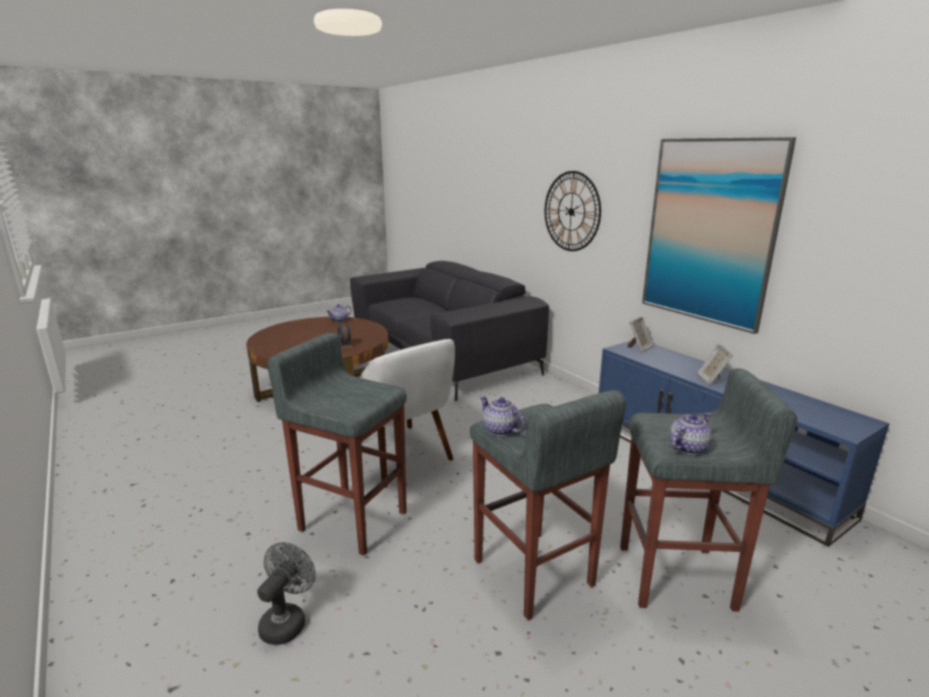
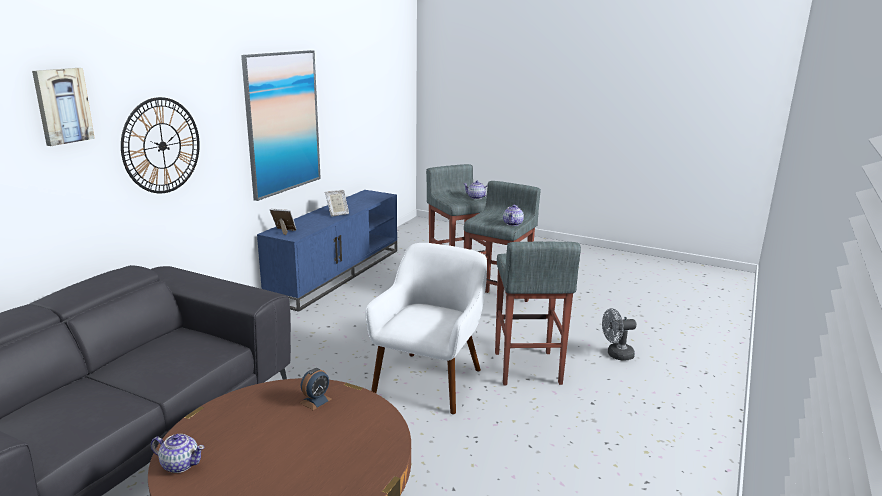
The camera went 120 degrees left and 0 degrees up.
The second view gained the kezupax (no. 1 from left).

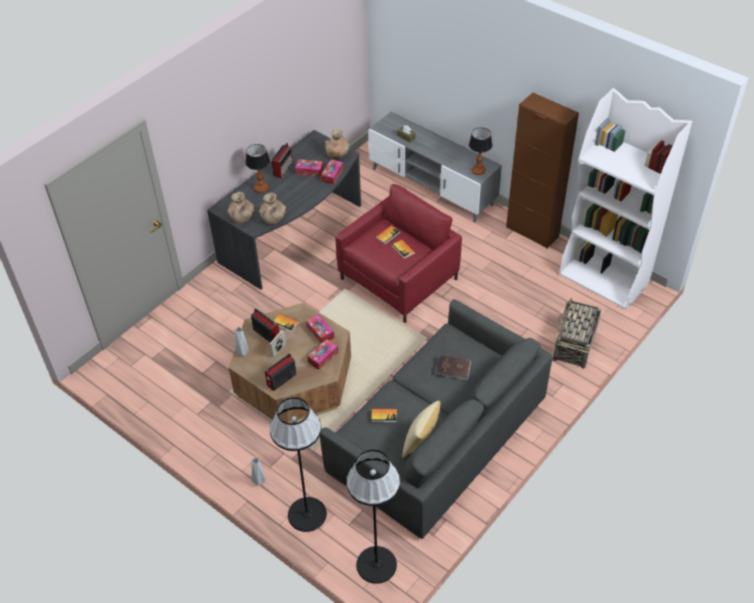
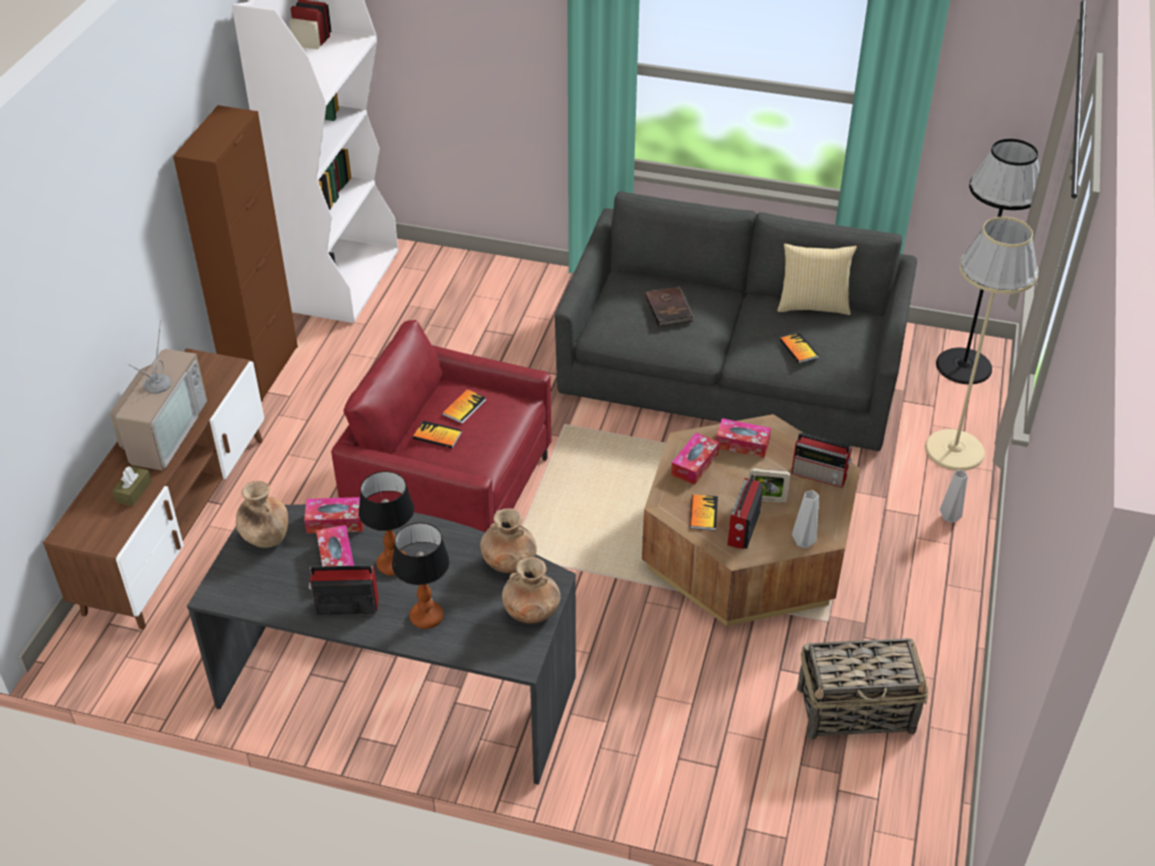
The camera went 115 degrees left and 5 degrees down.
What was the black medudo (no. 1 from left) turned into the beige medudo.
What was the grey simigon turned into the brown simigon.
The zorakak (no. 2 from left in the first image) ended up elsewhere.
The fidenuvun ended up elsewhere.
The second view gained the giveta.

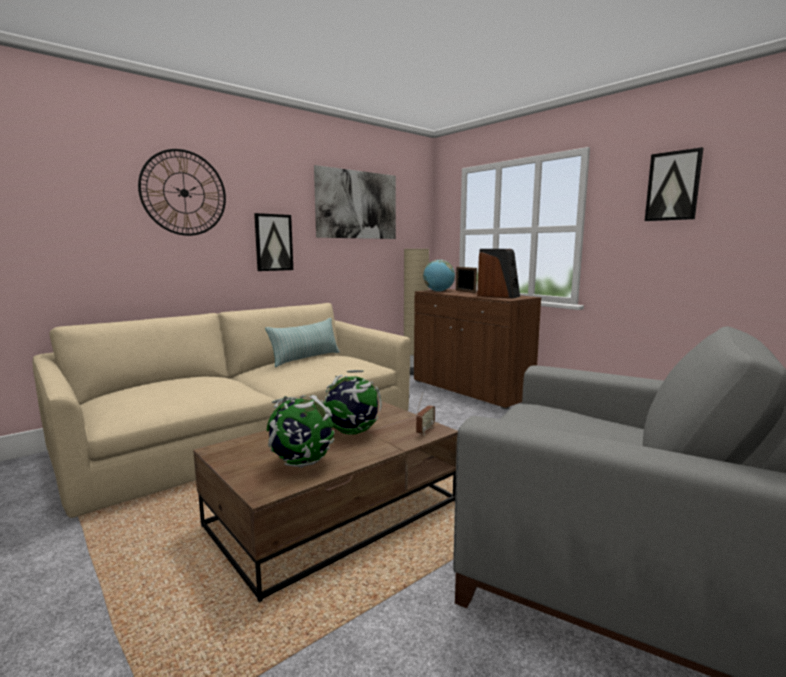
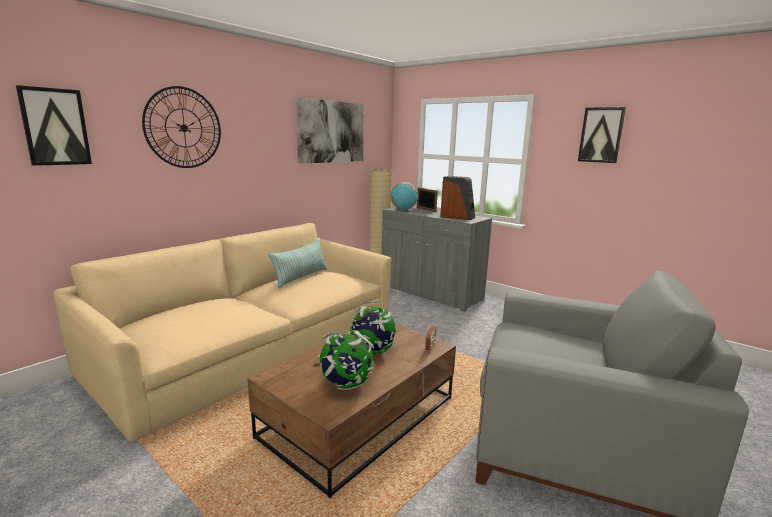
The camera went 10 degrees left and 5 degrees up.
The kezupax (no. 1 from left) ended up elsewhere.
What was the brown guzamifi turned into the grey guzamifi.

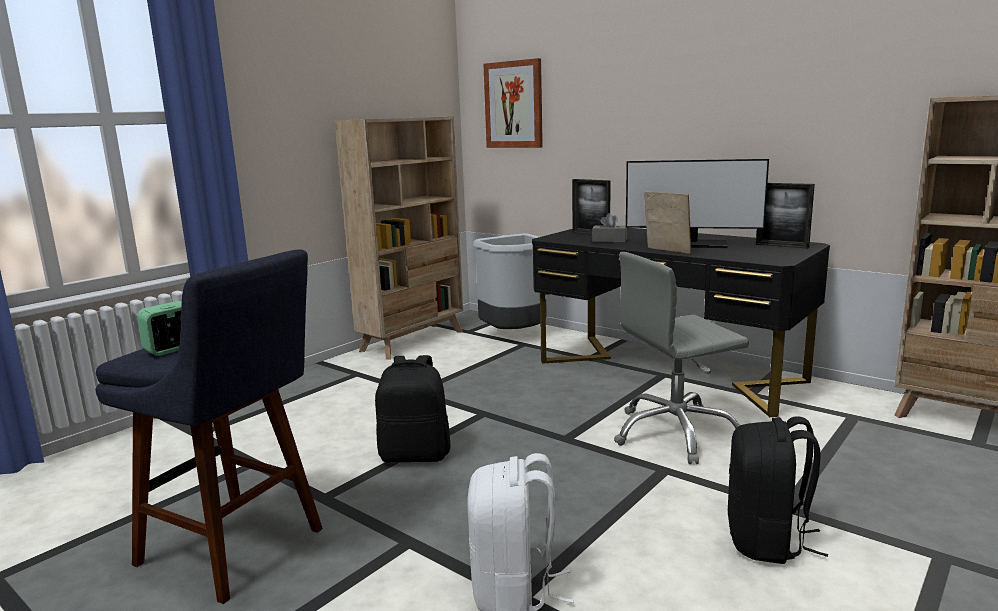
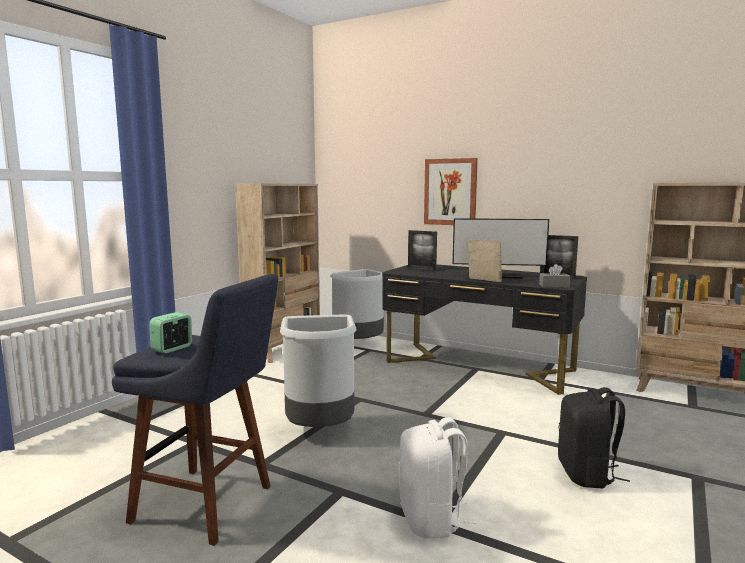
The camera went 10 degrees left and 5 degrees down.
Where the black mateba (no. 1 from left) stood, the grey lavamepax (no. 1 from left) came to stand.
The kezupax ended up elsewhere.
The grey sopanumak ended up elsewhere.
The second view lost the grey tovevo.

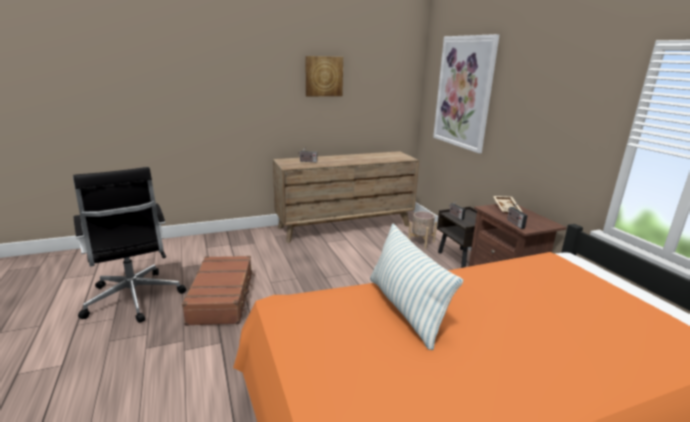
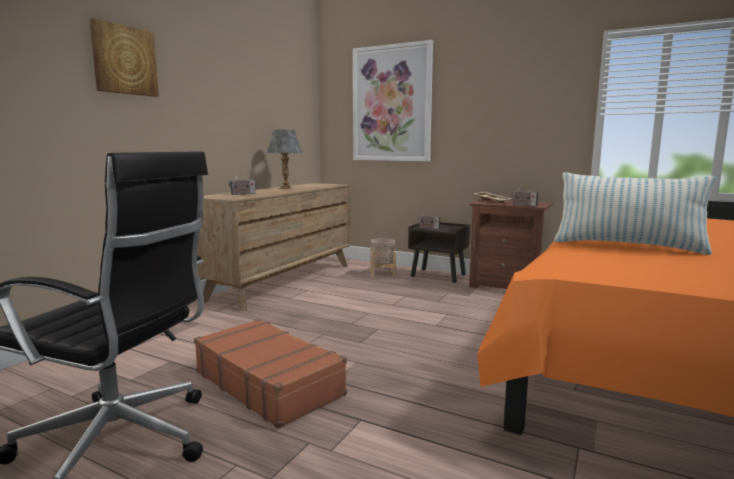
The camera went 40 degrees left and 10 degrees down.
The kezupax (no. 1 from left) ended up elsewhere.
The second view gained the grey zorakak.

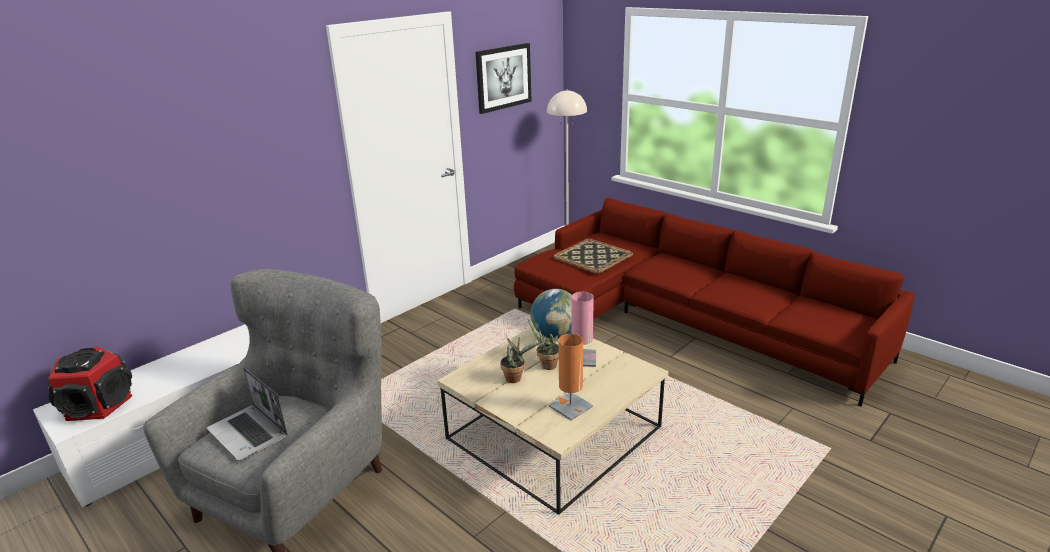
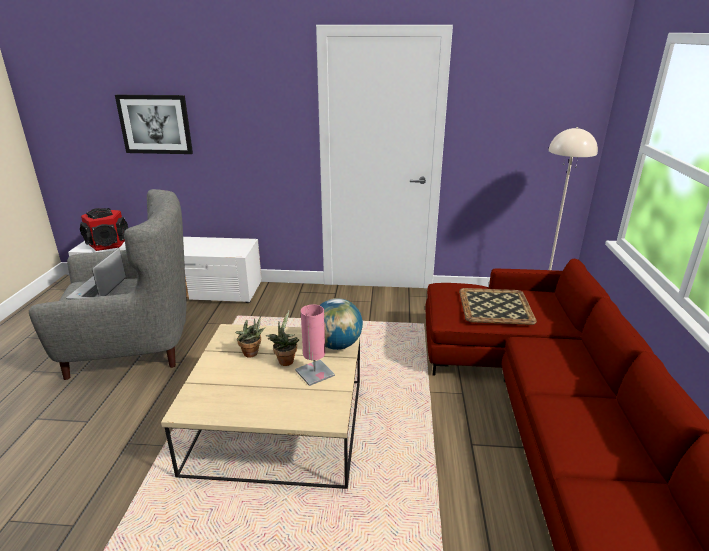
The camera went 50 degrees right and 0 degrees up.
The kezupax ended up elsewhere.
The second view lost the orange zorakak.

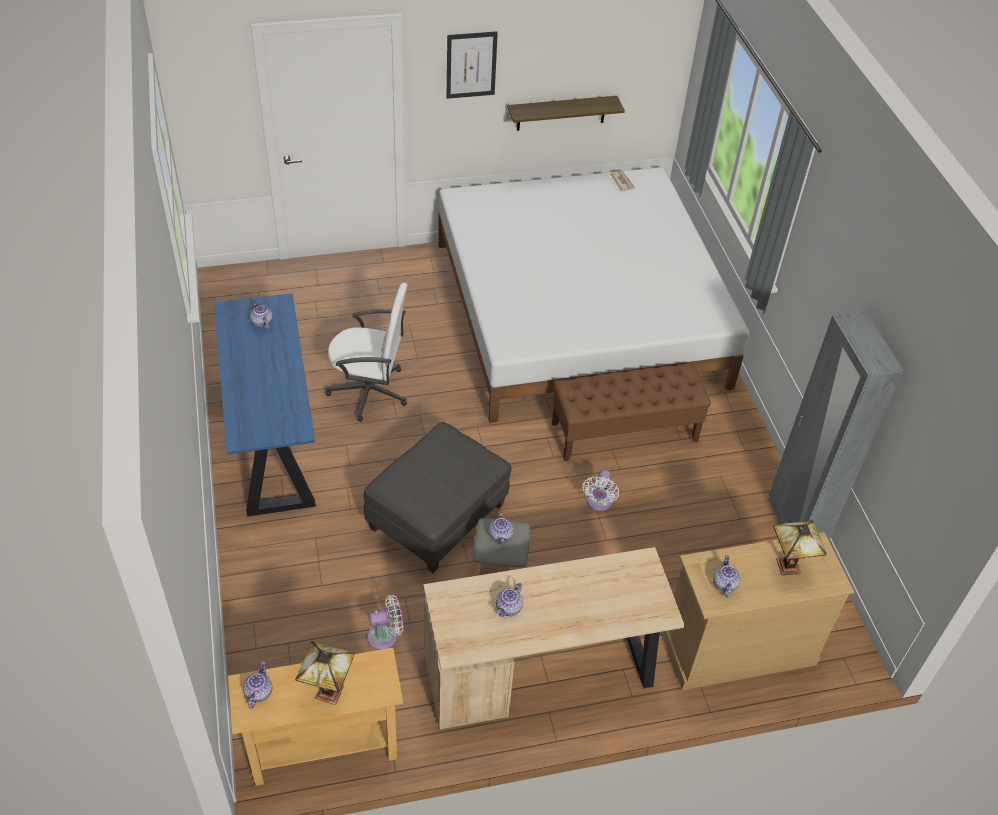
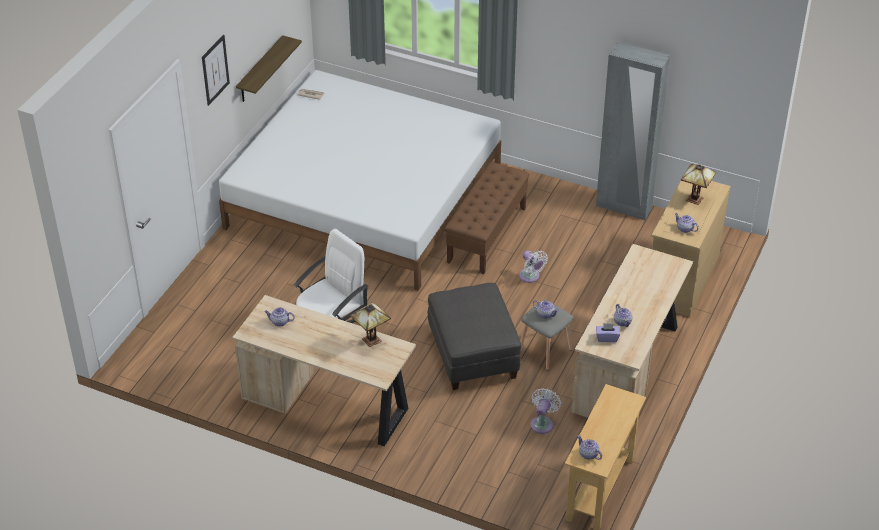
The camera went 50 degrees left and 5 degrees down.
What was the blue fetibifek turned into the beige fetibifek (no. 1 from left).
The zorakak (no. 1 from left) ended up elsewhere.
The second view gained the purple sopanumak.

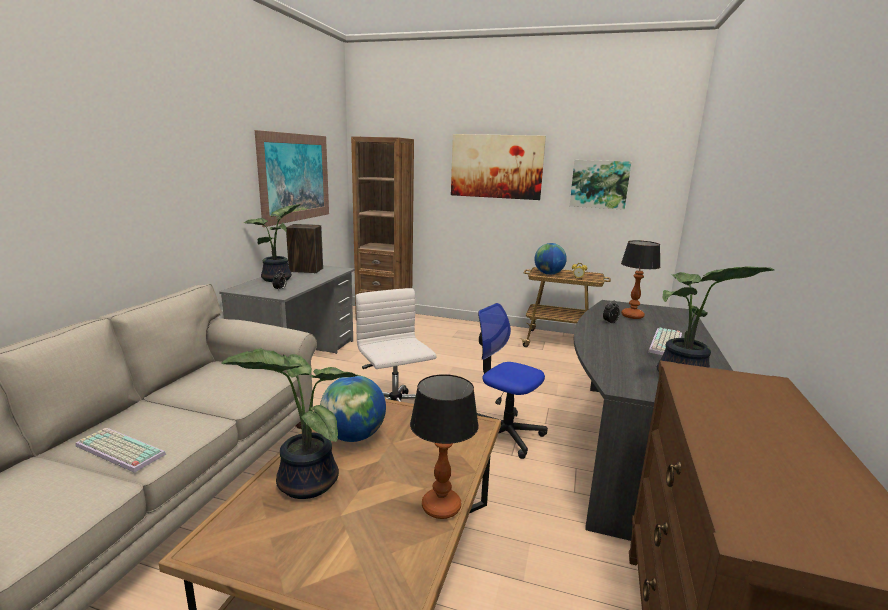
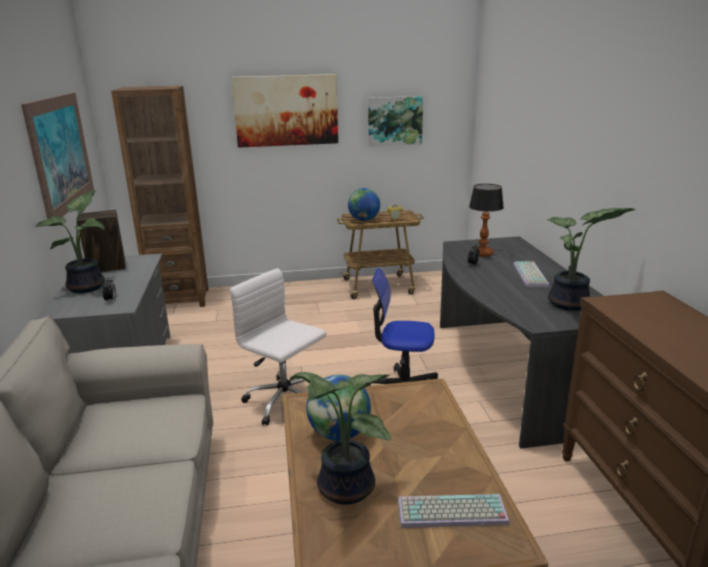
The camera went 25 degrees left and 5 degrees up.
The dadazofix (no. 1 from left) ended up elsewhere.
The second view lost the zorakak (no. 1 from left).

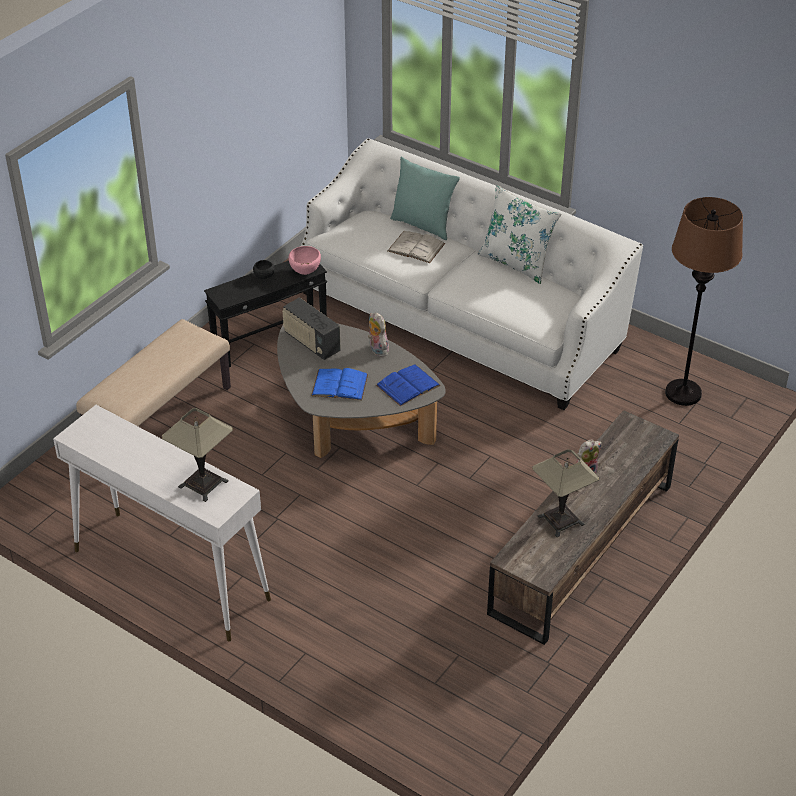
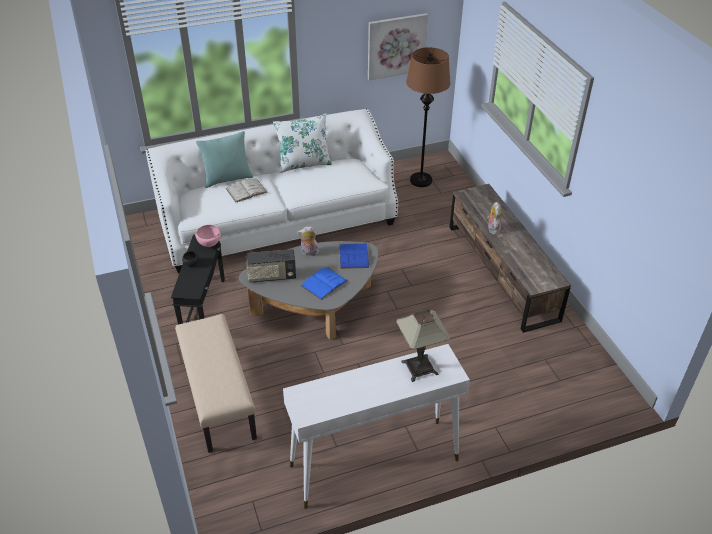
The camera went 55 degrees left and 0 degrees up.
The second view lost the zorakak (no. 2 from left).
The second view gained the kezupax.

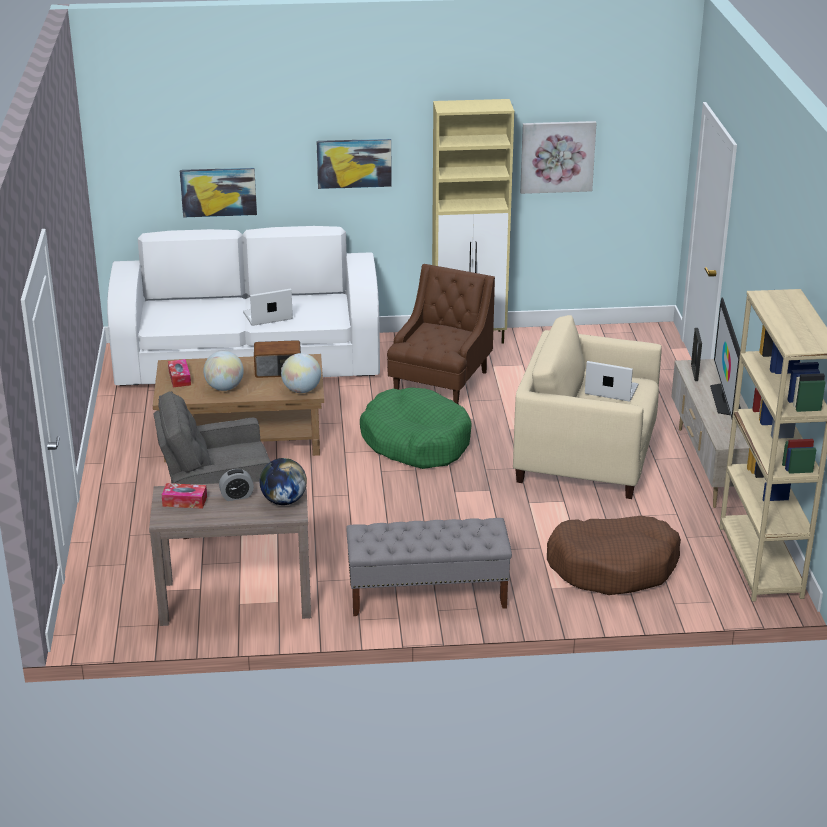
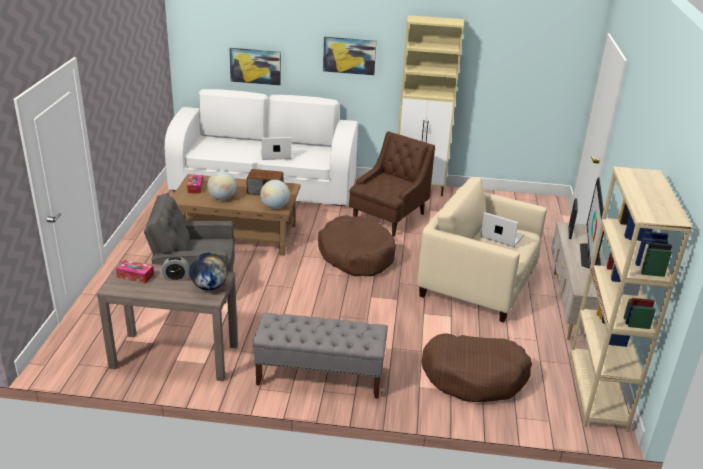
The camera went 10 degrees right and 0 degrees up.
What was the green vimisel turned into the brown vimisel (no. 1 from left).
The second view lost the kezupax (no. 3 from left).

